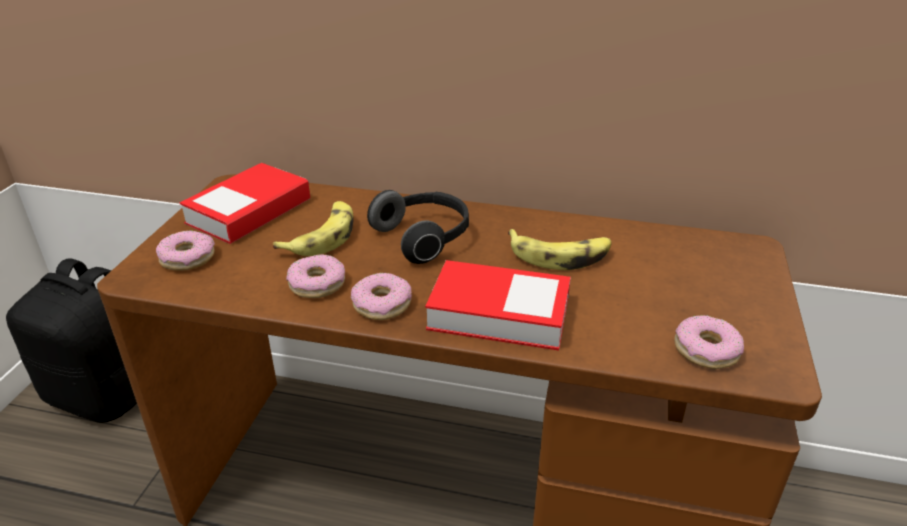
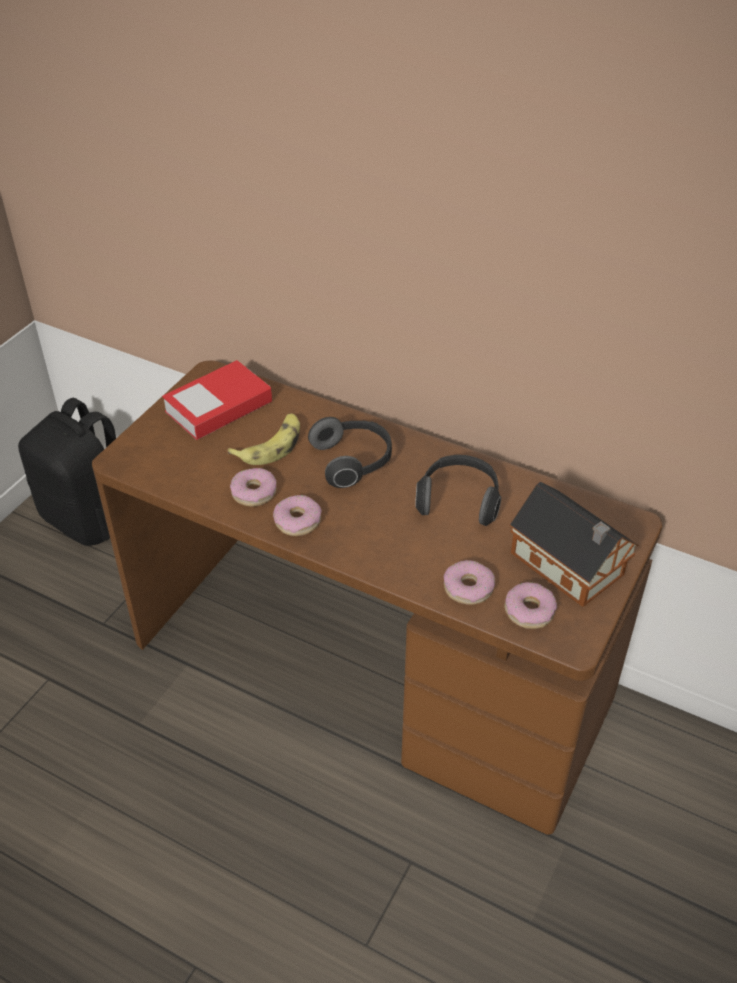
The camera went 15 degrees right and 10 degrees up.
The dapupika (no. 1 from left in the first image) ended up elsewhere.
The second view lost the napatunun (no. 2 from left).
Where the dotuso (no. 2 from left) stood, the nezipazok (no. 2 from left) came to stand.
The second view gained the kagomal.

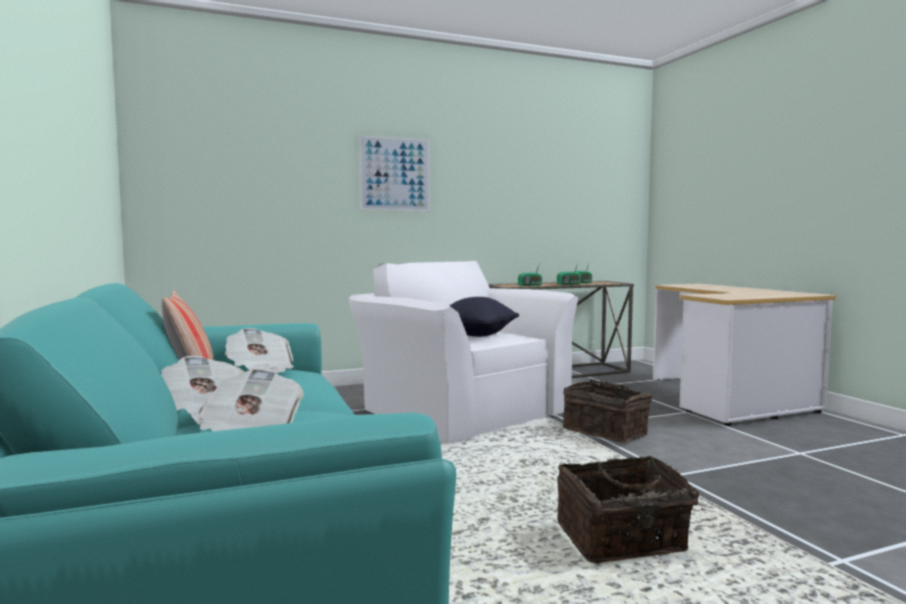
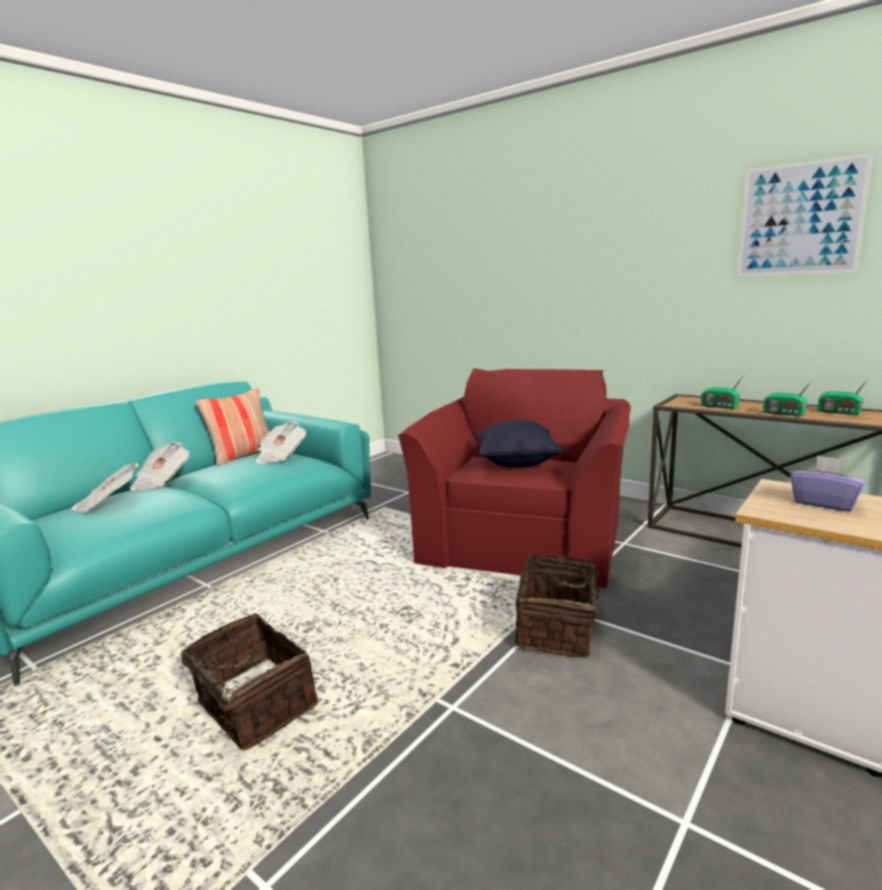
The camera went 60 degrees right and 10 degrees up.
What was the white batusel turned into the red batusel.
The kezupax ended up elsewhere.
The second view gained the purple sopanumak.

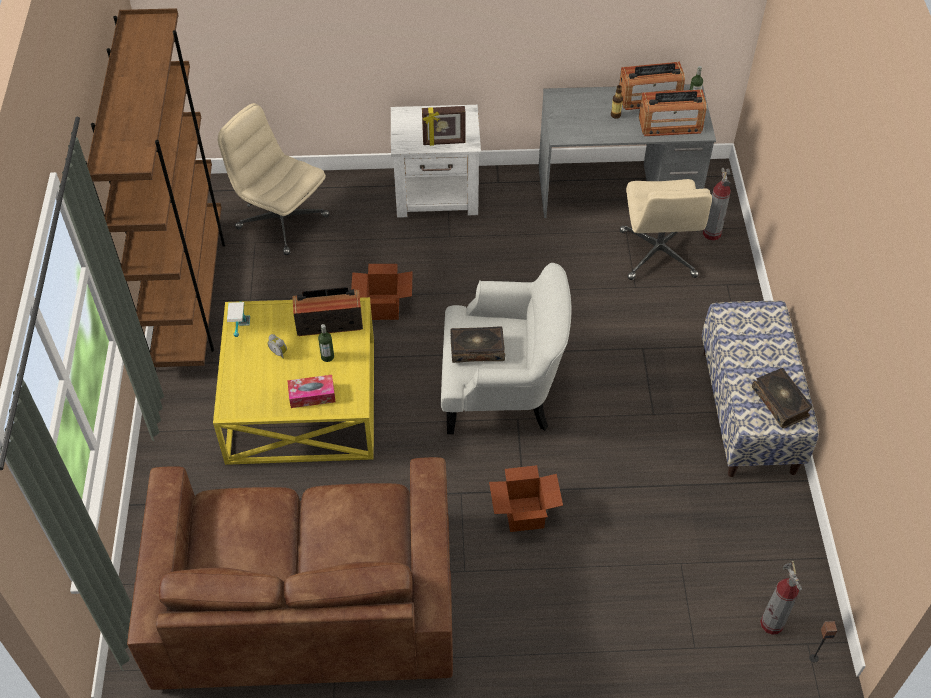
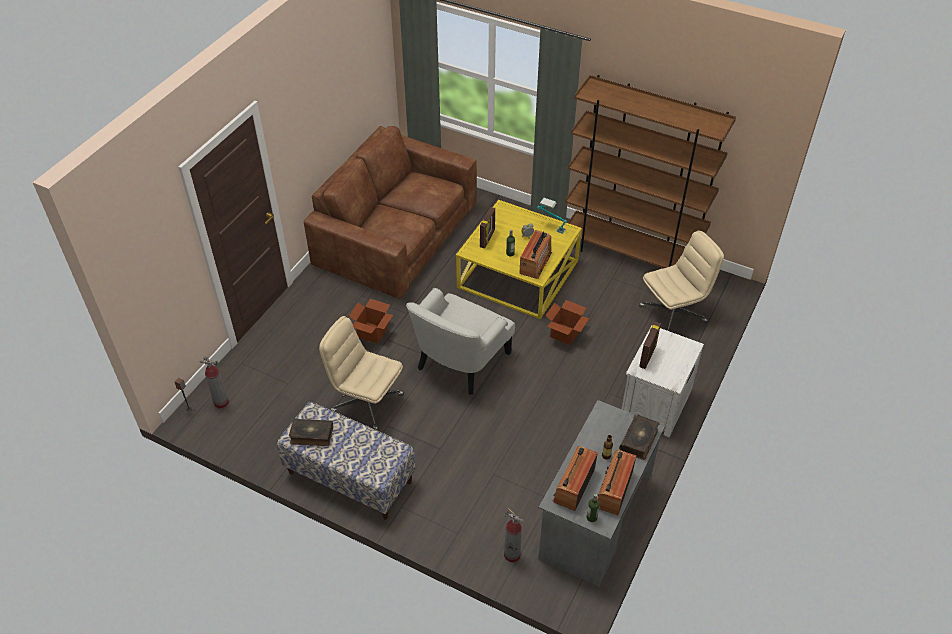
The camera went 120 degrees right and 5 degrees down.
Where the sopanumak stood, the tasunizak (no. 1 from left) came to stand.
The napatunun (no. 1 from left in the first image) ended up elsewhere.
The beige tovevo (no. 2 from left in the first image) ended up elsewhere.

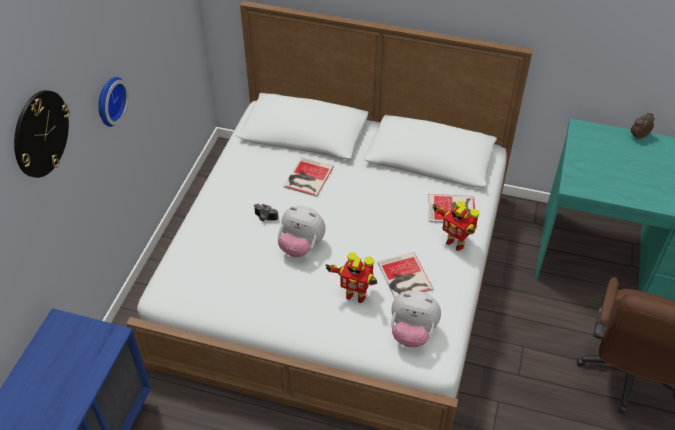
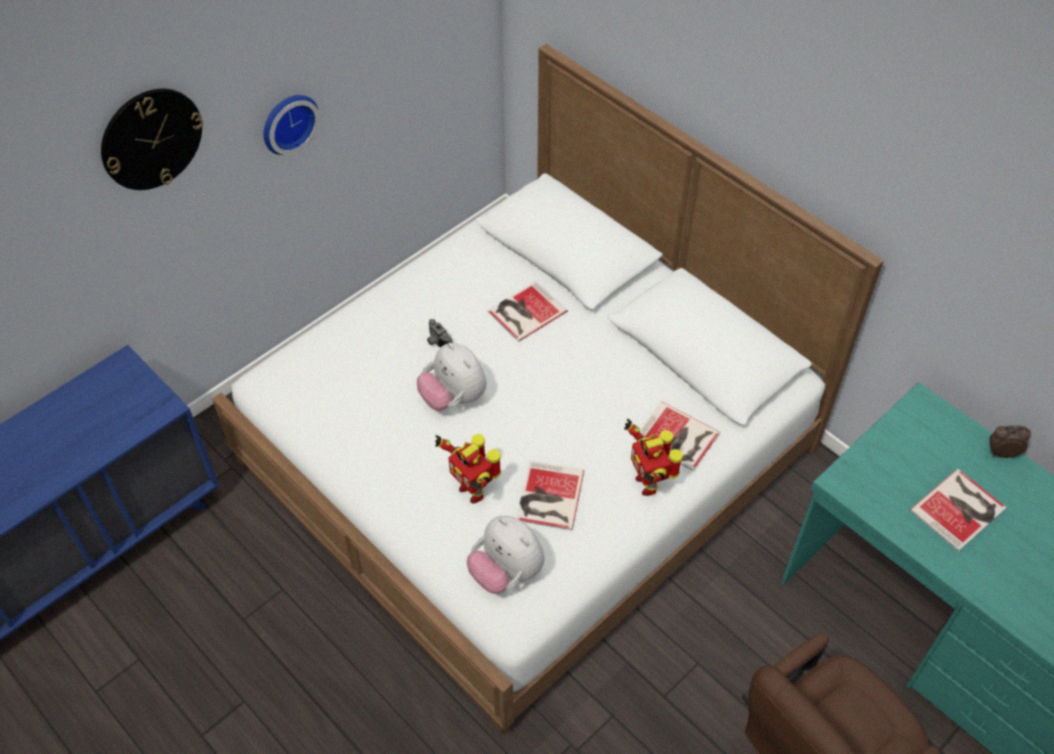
The camera went 30 degrees right and 5 degrees up.
The second view gained the napatunun (no. 4 from left).

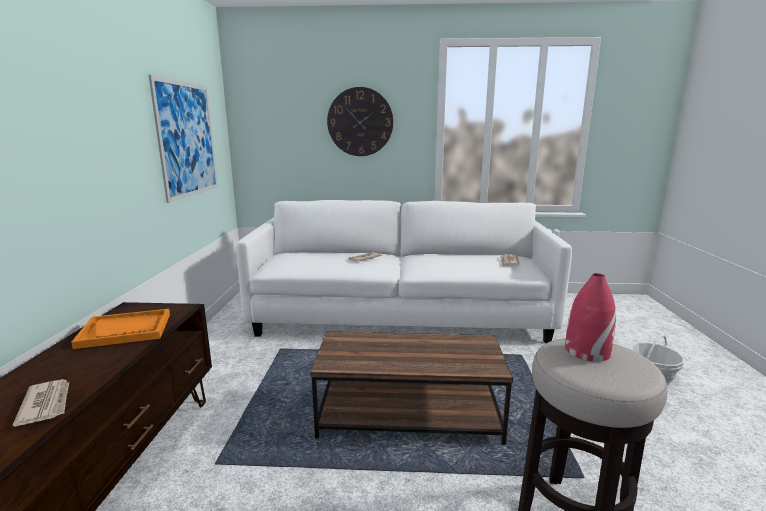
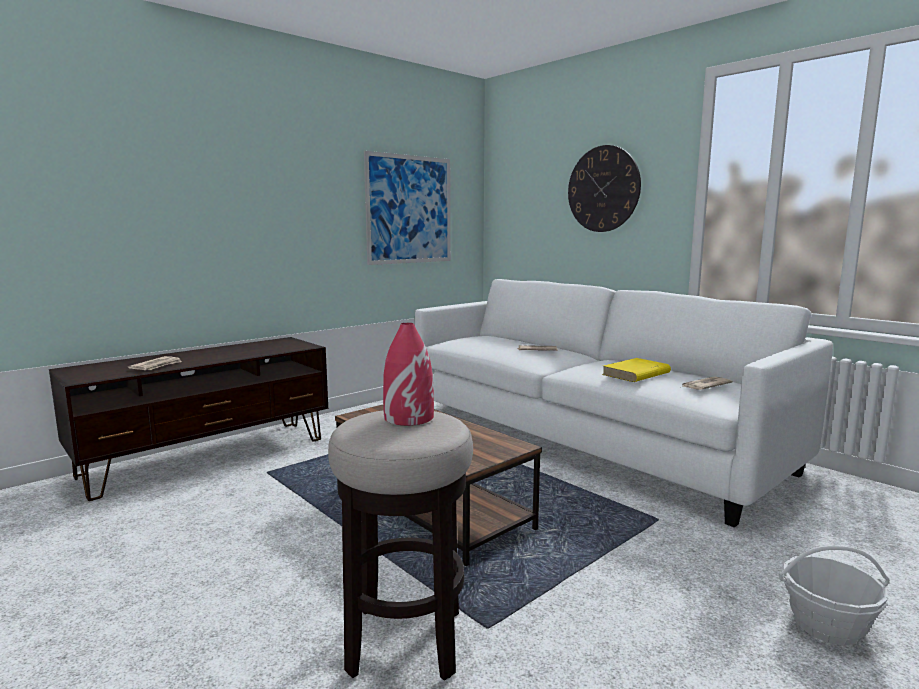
The camera went 45 degrees right and 5 degrees down.
The second view lost the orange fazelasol.
The second view gained the yellow napatunun.

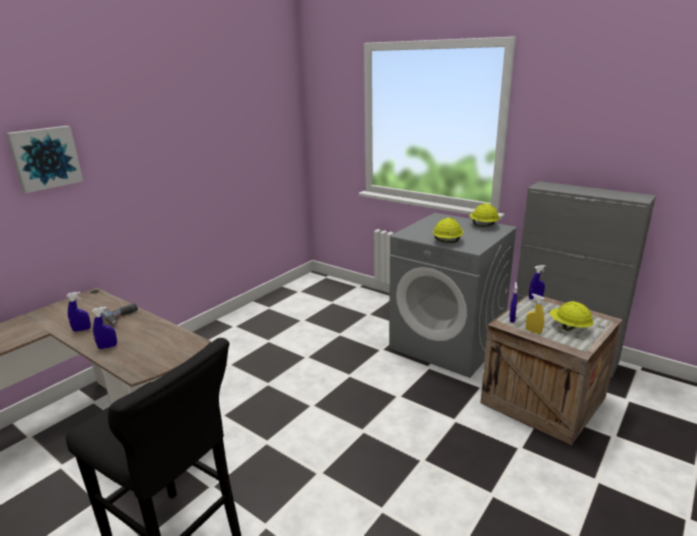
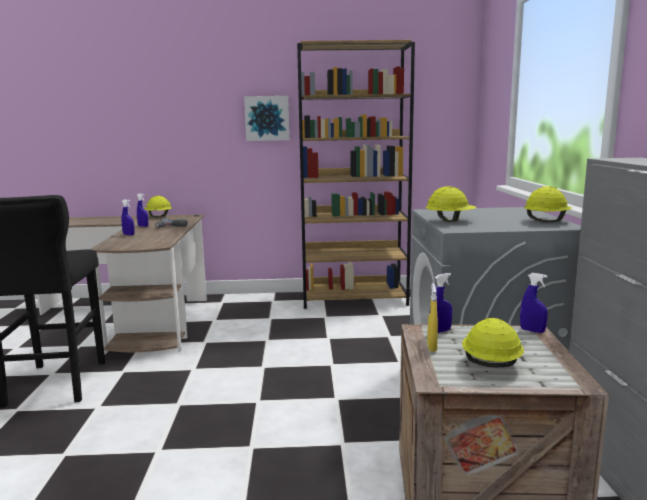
The camera went 50 degrees right and 10 degrees down.
The kezupax ended up elsewhere.
The second view gained the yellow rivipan (no. 1 from left).
The second view gained the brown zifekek.

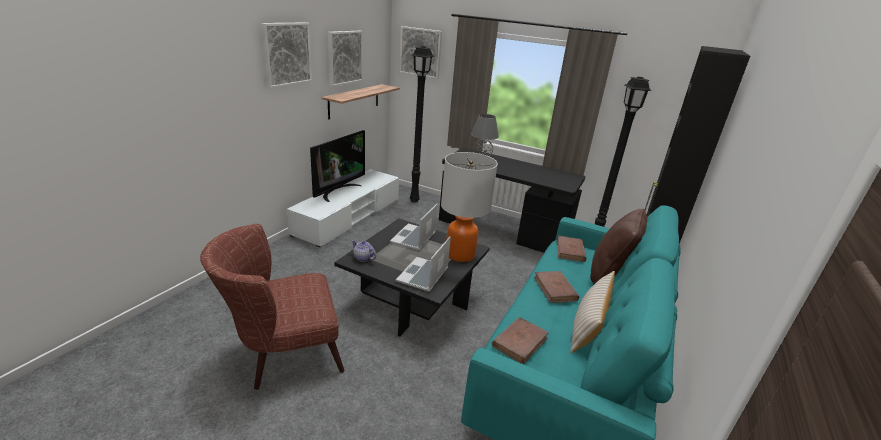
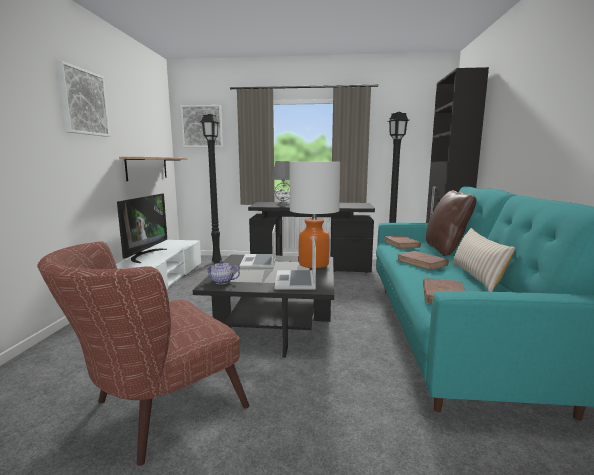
The camera went 20 degrees left and 15 degrees down.
The second view lost the kezupax (no. 2 from left).

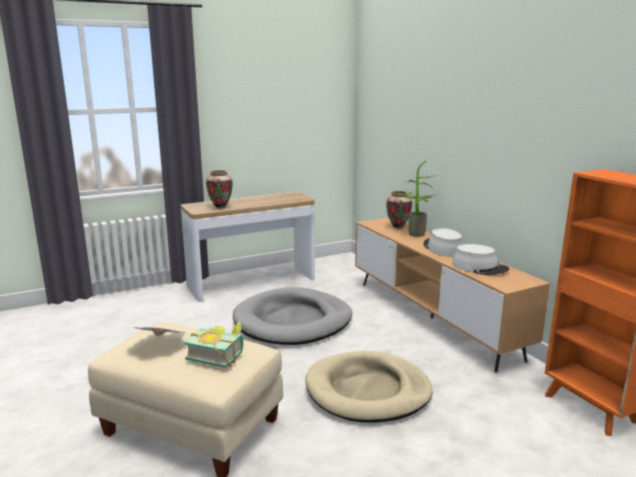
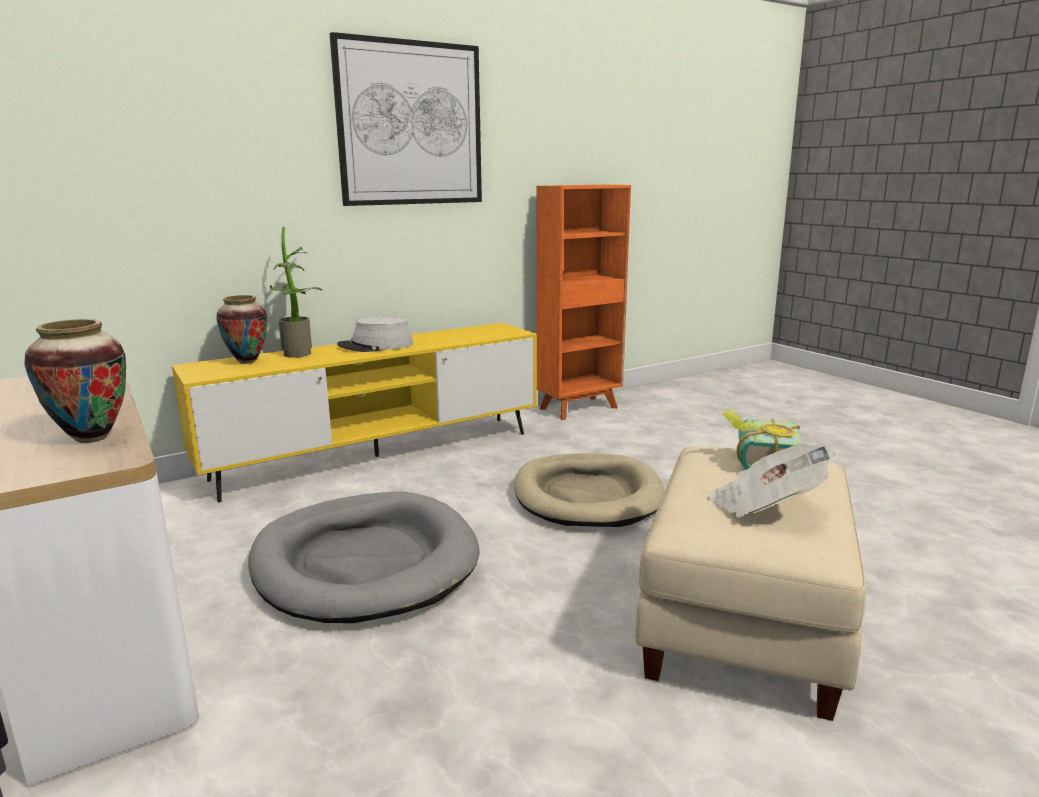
The camera went 95 degrees left and 0 degrees up.
What was the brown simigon turned into the yellow simigon.
The second view lost the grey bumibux (no. 2 from left).
The second view gained the kezupax.

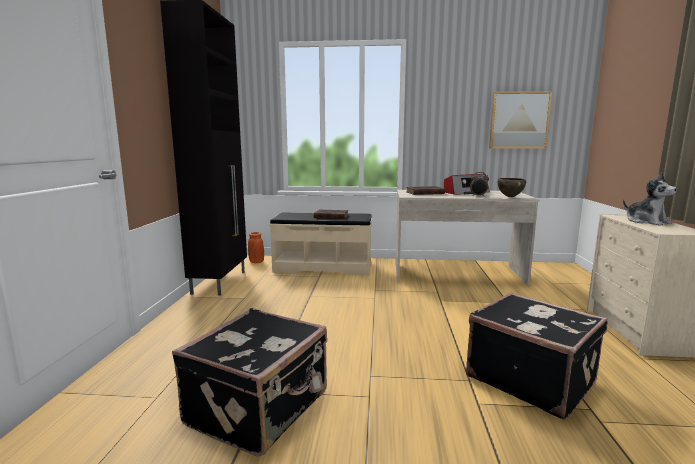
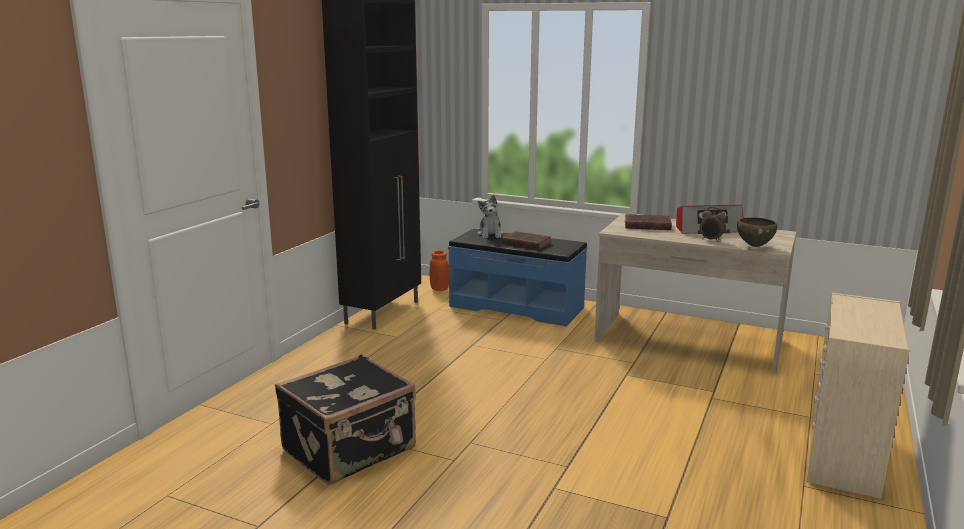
The camera went 20 degrees right and 5 degrees up.
What was the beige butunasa turned into the blue butunasa.
The second view lost the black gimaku (no. 2 from left).
The second view lost the kezupax.
The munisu ended up elsewhere.

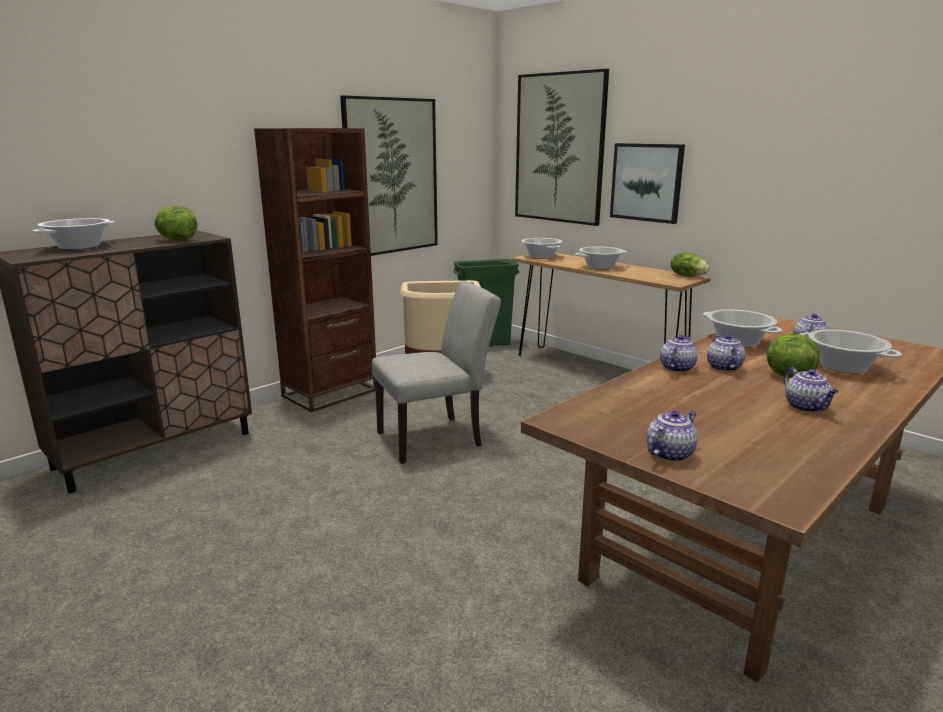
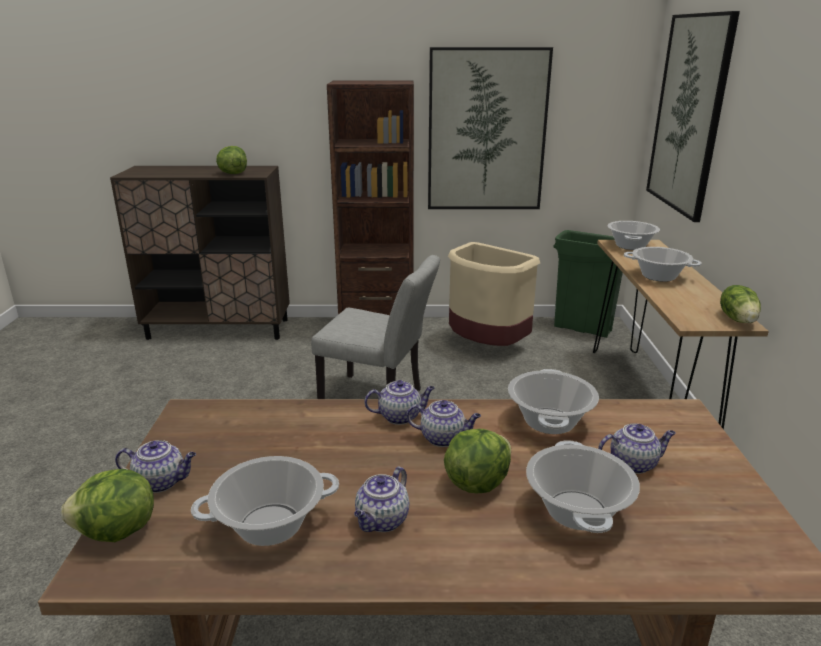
The camera went 45 degrees right and 5 degrees up.
The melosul (no. 1 from left) ended up elsewhere.
The second view lost the kezupax (no. 3 from left).
The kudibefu (no. 3 from left in the first image) ended up facing another way, 60 degrees clockwise from before.
The second view gained the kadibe (no. 1 from left).

